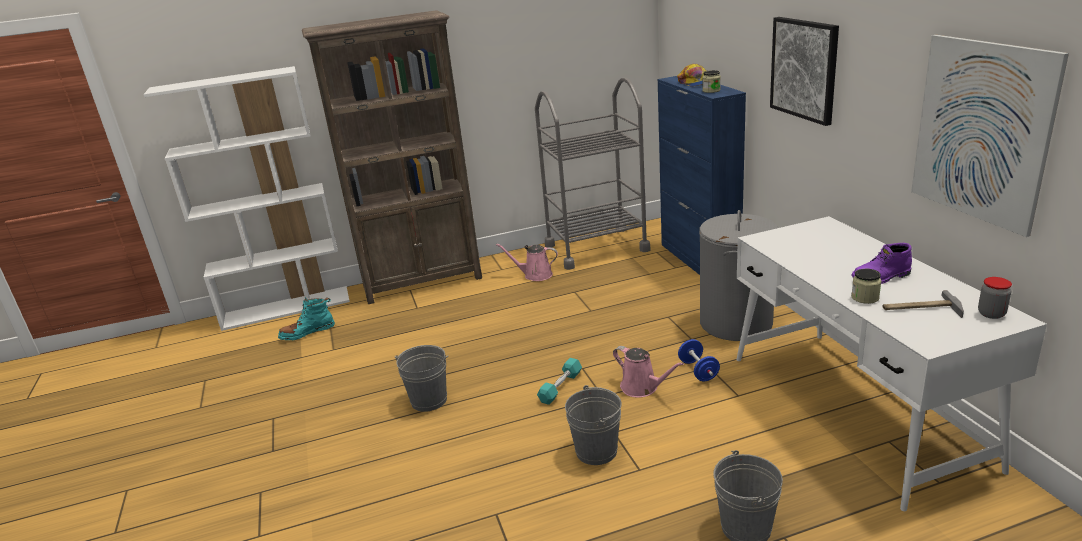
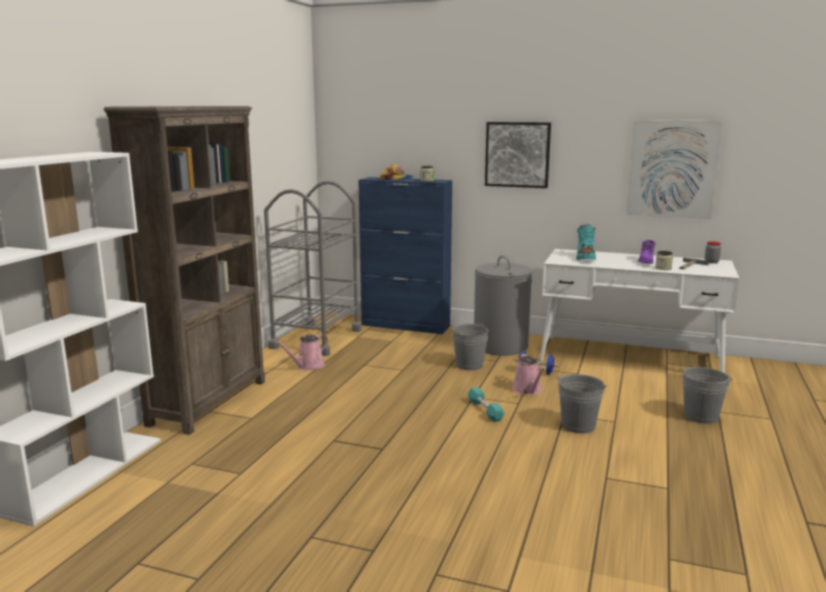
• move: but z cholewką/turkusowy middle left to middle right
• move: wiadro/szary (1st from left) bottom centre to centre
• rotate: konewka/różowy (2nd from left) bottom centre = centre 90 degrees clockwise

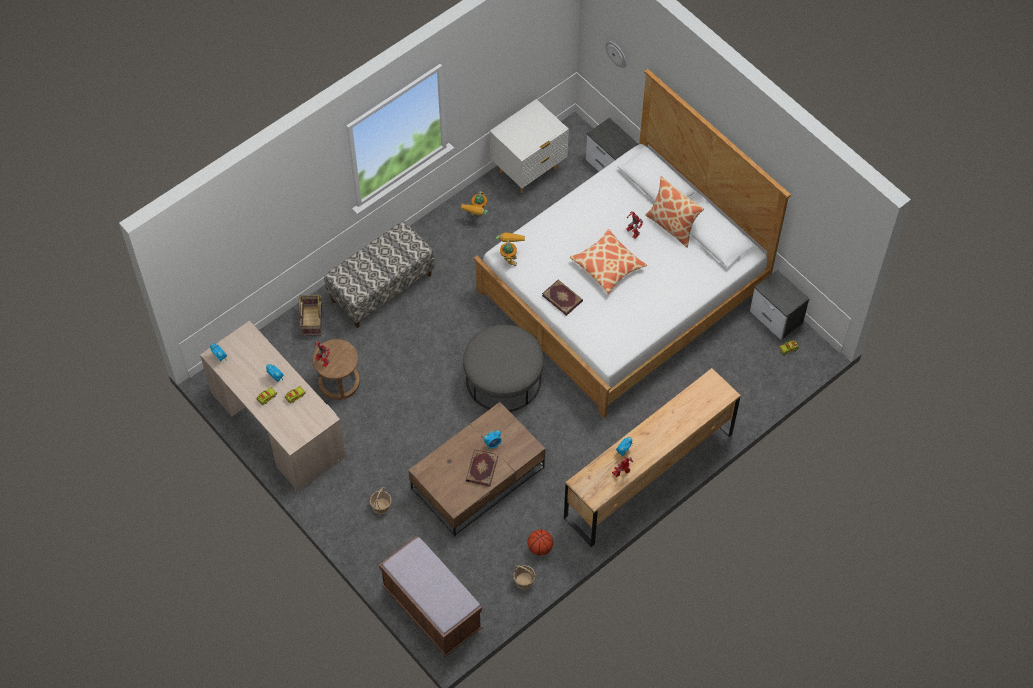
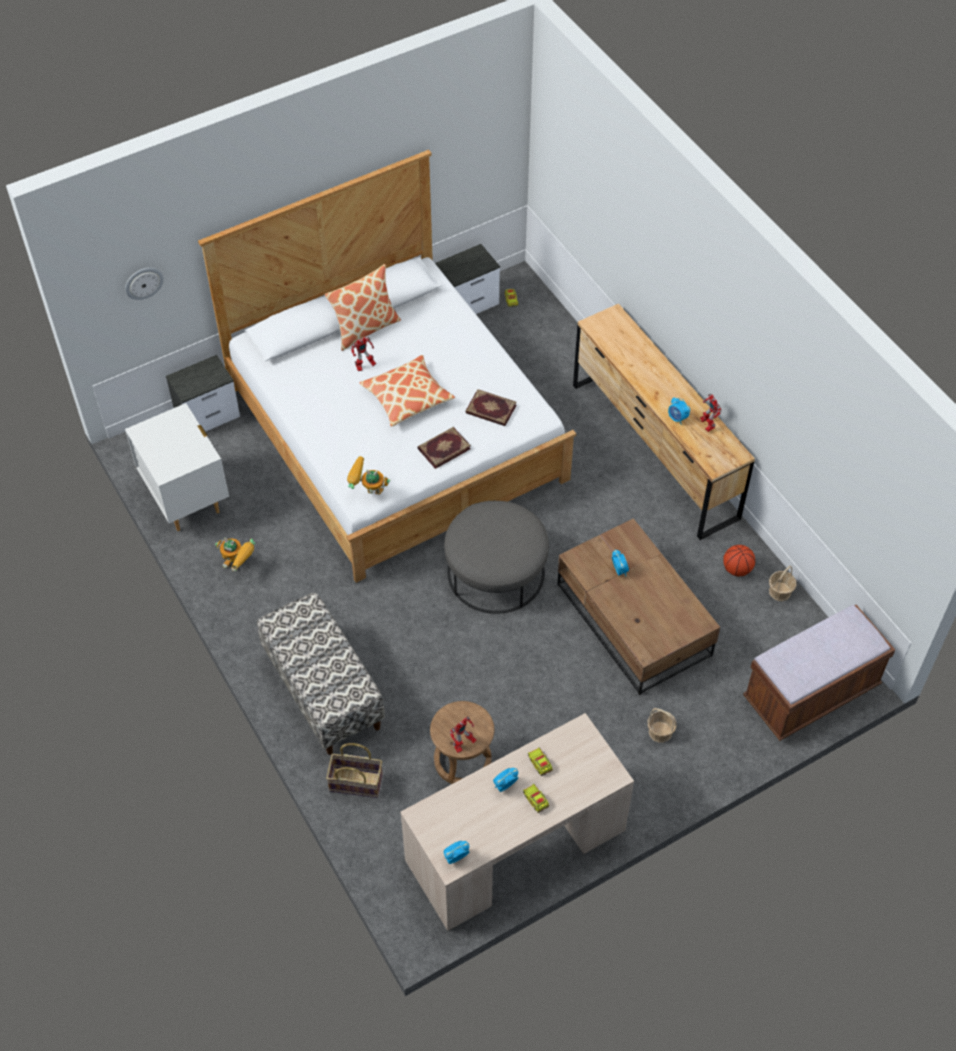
• move: książka (1st from left in the first image) bottom centre to książka (2nd from left) centre

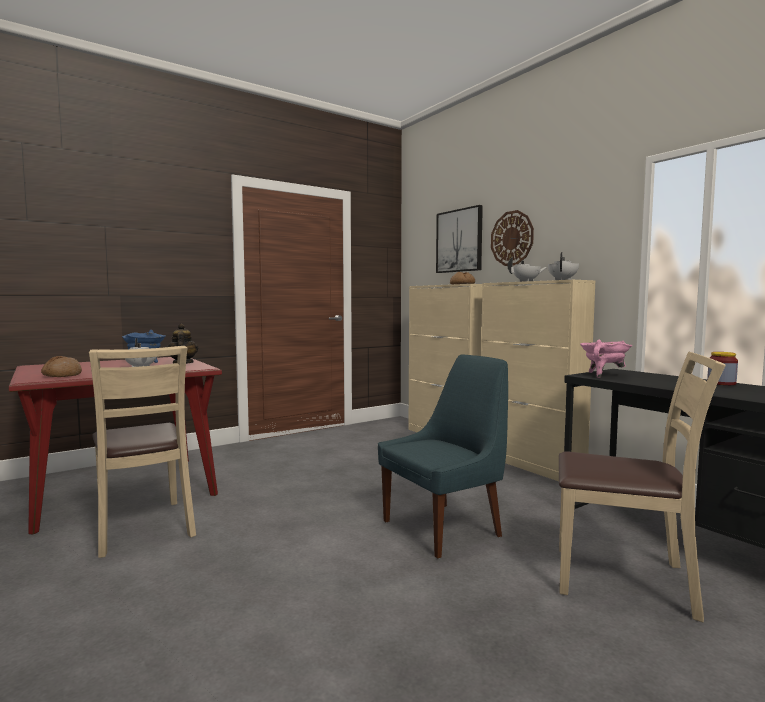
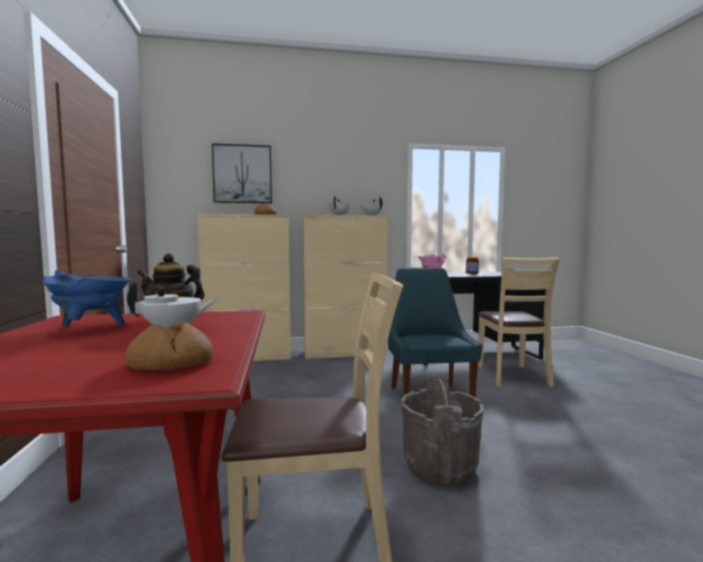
• delete: zegar ścienny middle right
• insert: wiadro/szary bottom centre
• rotate: krzesło/beżowy (2nd from left) bottom right = middle right 135 degrees clockwise

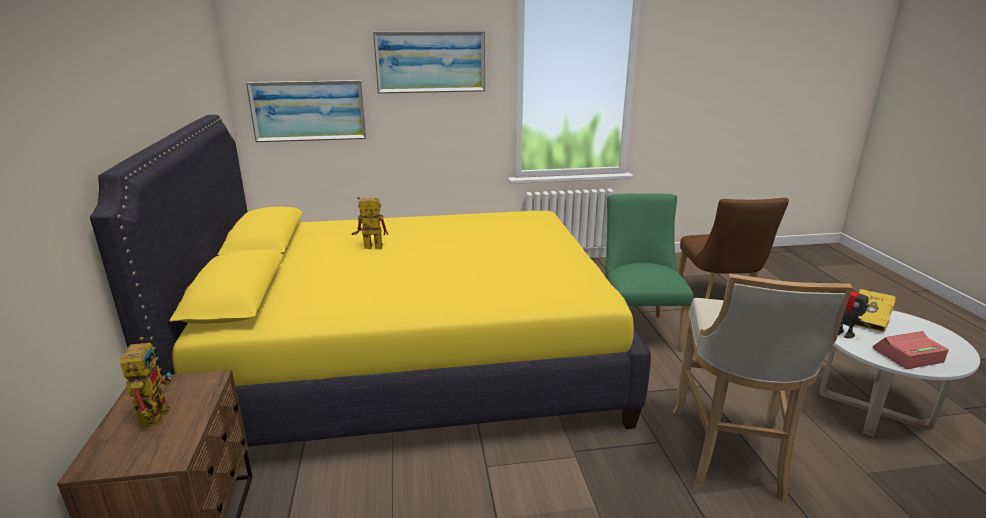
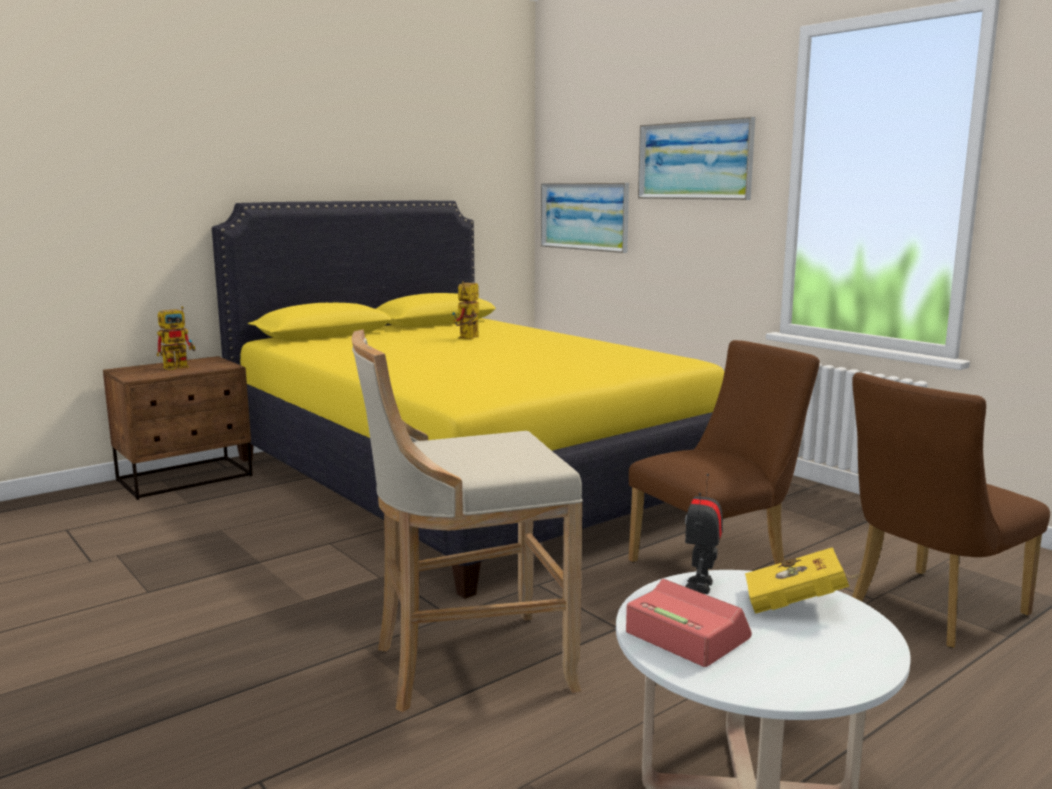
• recolor: krzesło/zielony centre to krzesło/brązowy (1st from left) middle right
• rotate: robot zabawkowy (2nd from left) centre = centre 120 degrees counterclockwise

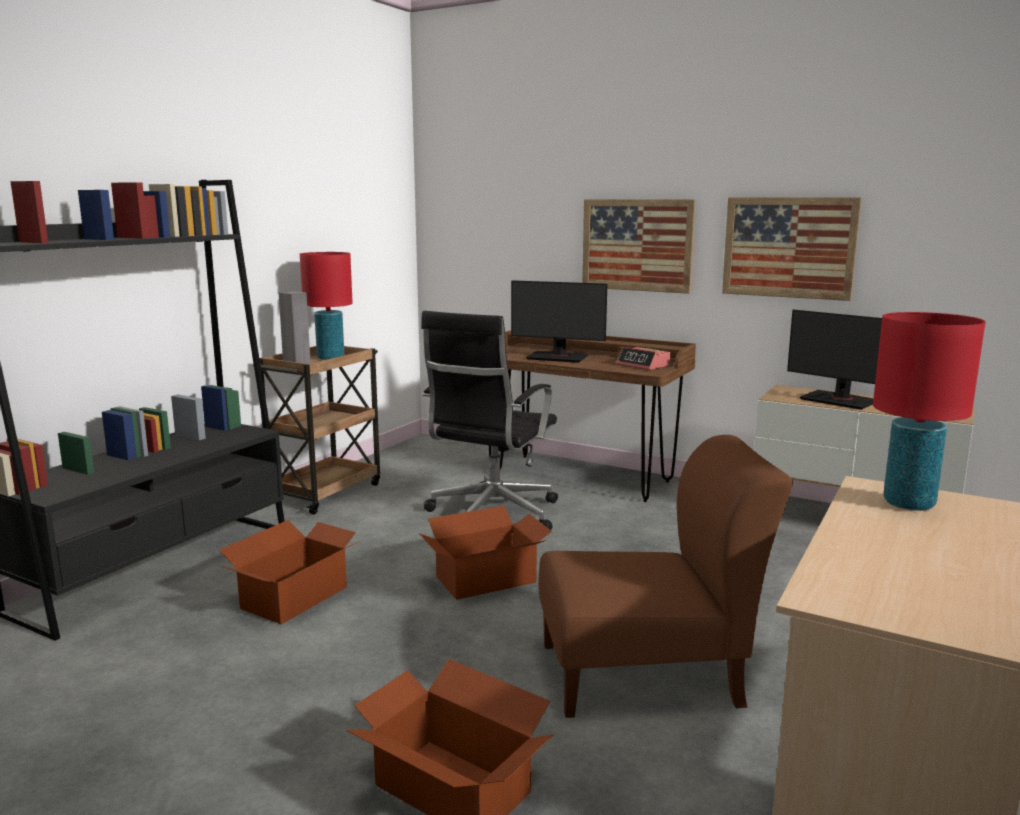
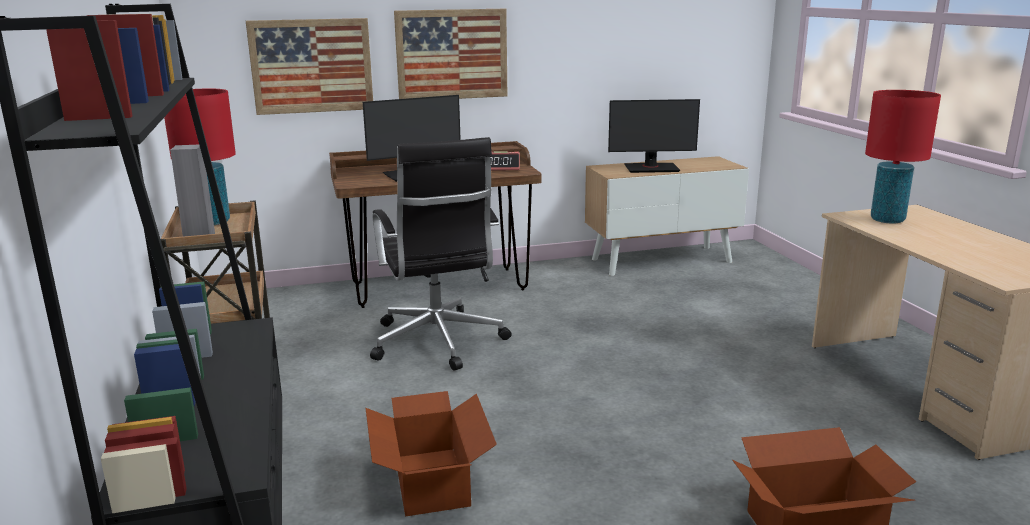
• delete: karton (3rd from left) bottom centre
• delete: krzesło/brązowy bottom centre
• move: obraz (2nd from left in the first image) top right to obraz (1st from left) top left

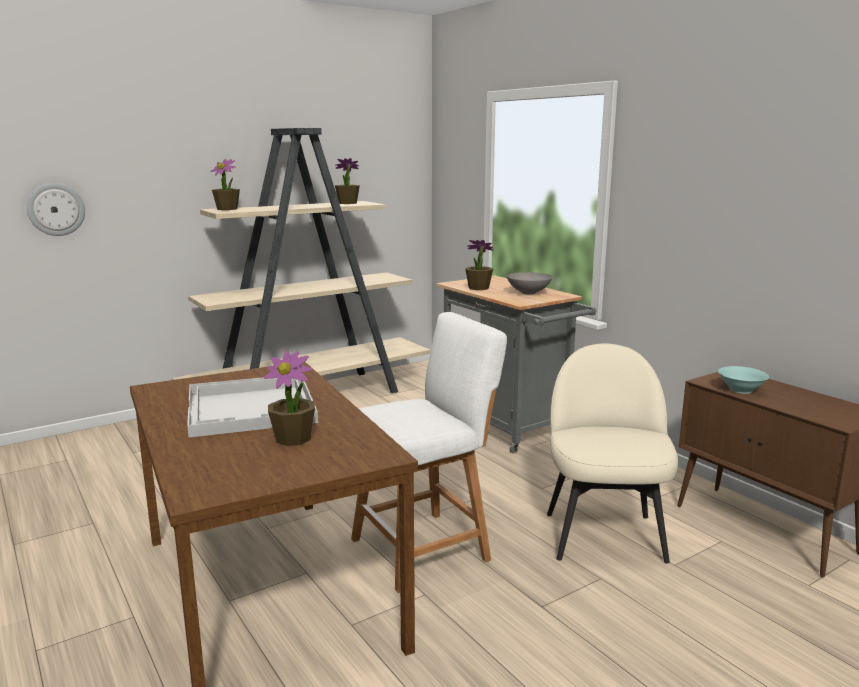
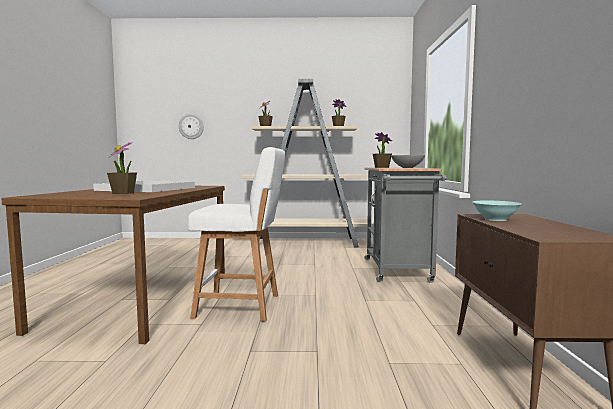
• delete: krzesło/beżowy middle right

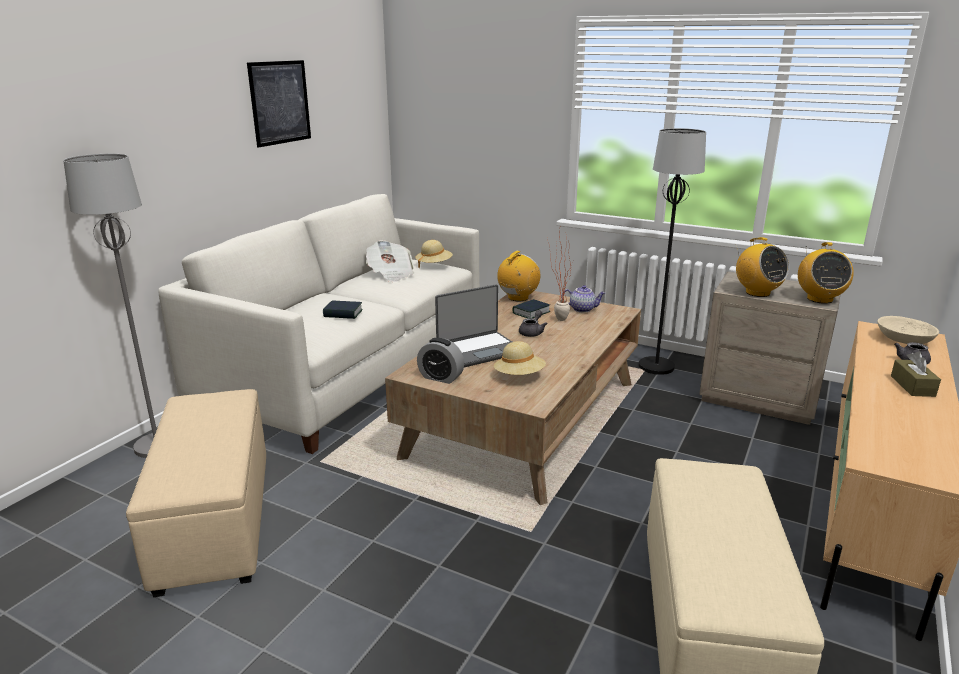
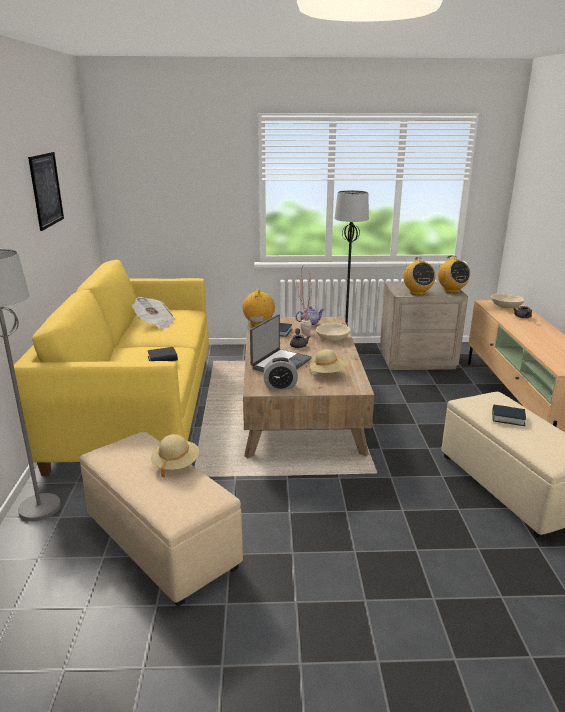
• delete: pudełko chusteczek/brązowy middle right
• insert: miska/beżowy (1st from left) centre
• insert: książka (3rd from left) middle right
• move: kapelusz/beżowy (1st from left) centre to middle left
• recolor: kanapa/biały middle left to kanapa/żółty middle left
• rotate: radio (2nd from left) middle right = middle right 45 degrees clockwise

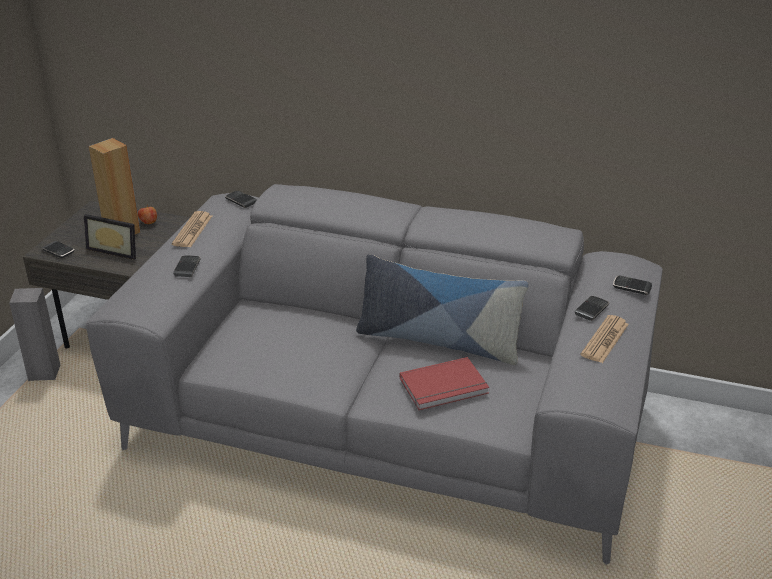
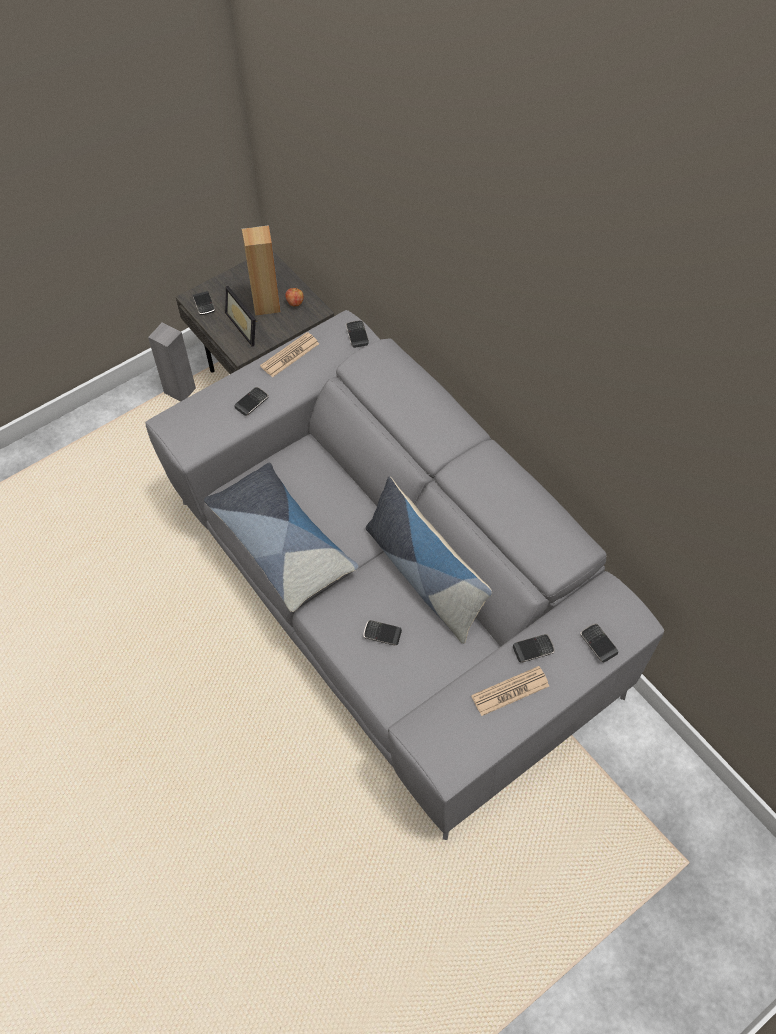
• insert: poduszka (1st from left) centre
• replace: książka/czerwony centre to telefon (4th from left) centre

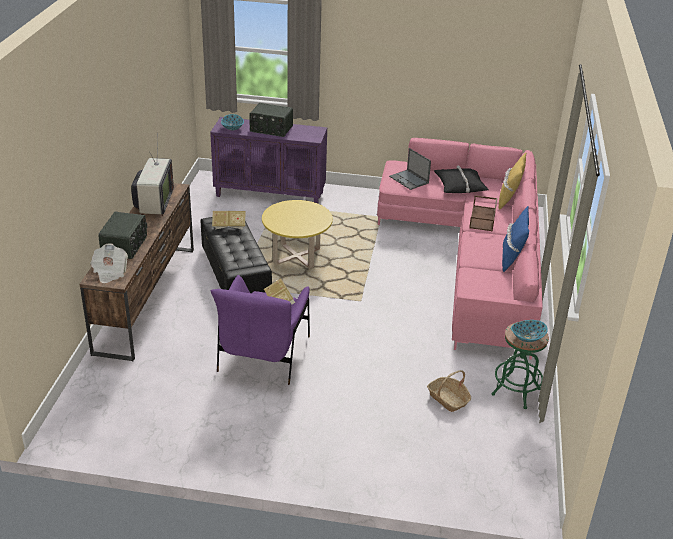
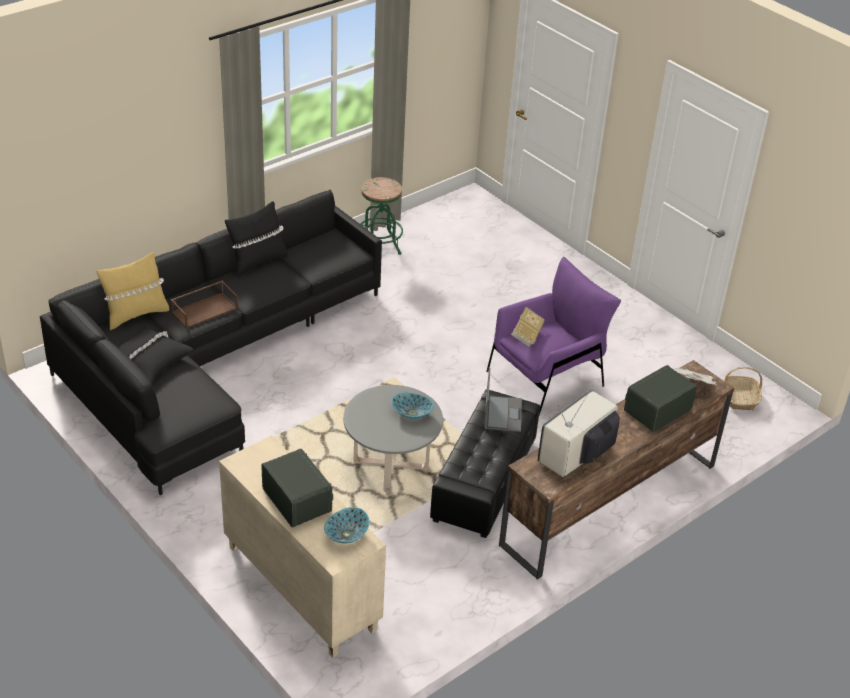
• delete: książka (1st from left) centre
• move: laptop top centre to centre
• move: koszyk bottom right to middle right
• move: miska (2nd from left) middle right to centre
• recolor: szafka/fioletowy top centre to szafka/beżowy bottom centre
• recolor: ława/żółty centre to ława/szary centre
• recolor: kanapa/różowy middle right to kanapa/czarny middle left
• recolor: poduszka/niebieski middle right to poduszka/czarny (2nd from left) middle left

